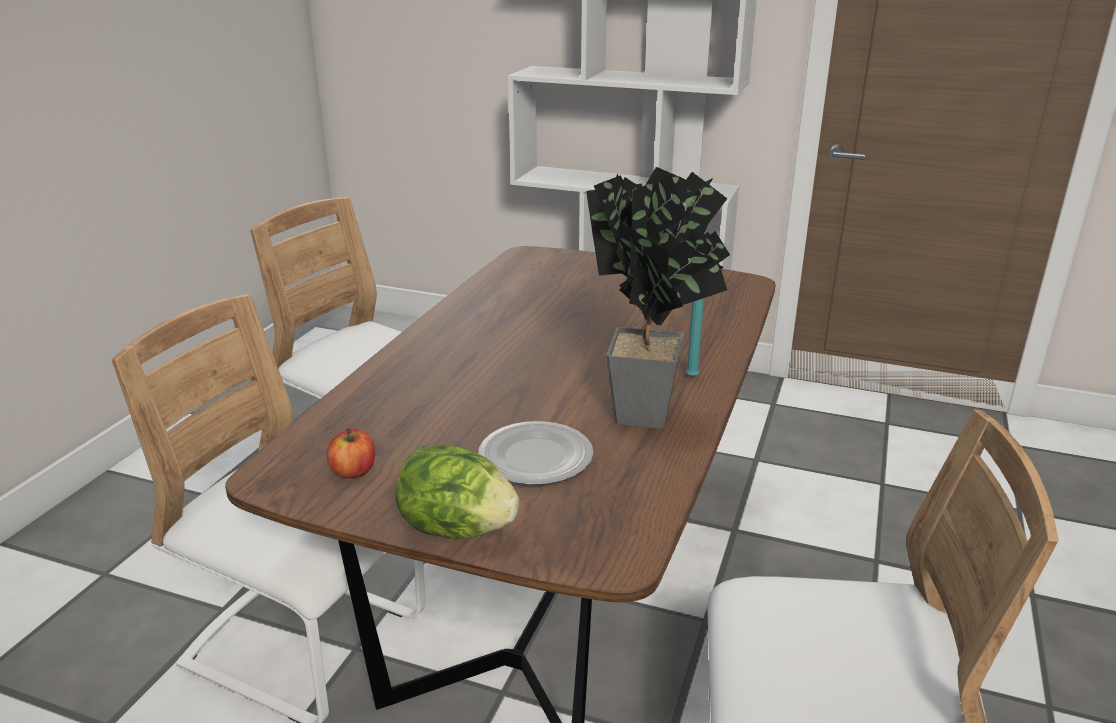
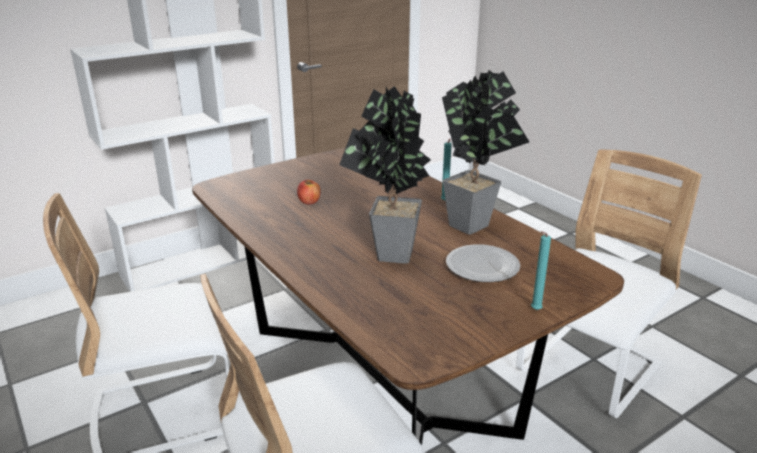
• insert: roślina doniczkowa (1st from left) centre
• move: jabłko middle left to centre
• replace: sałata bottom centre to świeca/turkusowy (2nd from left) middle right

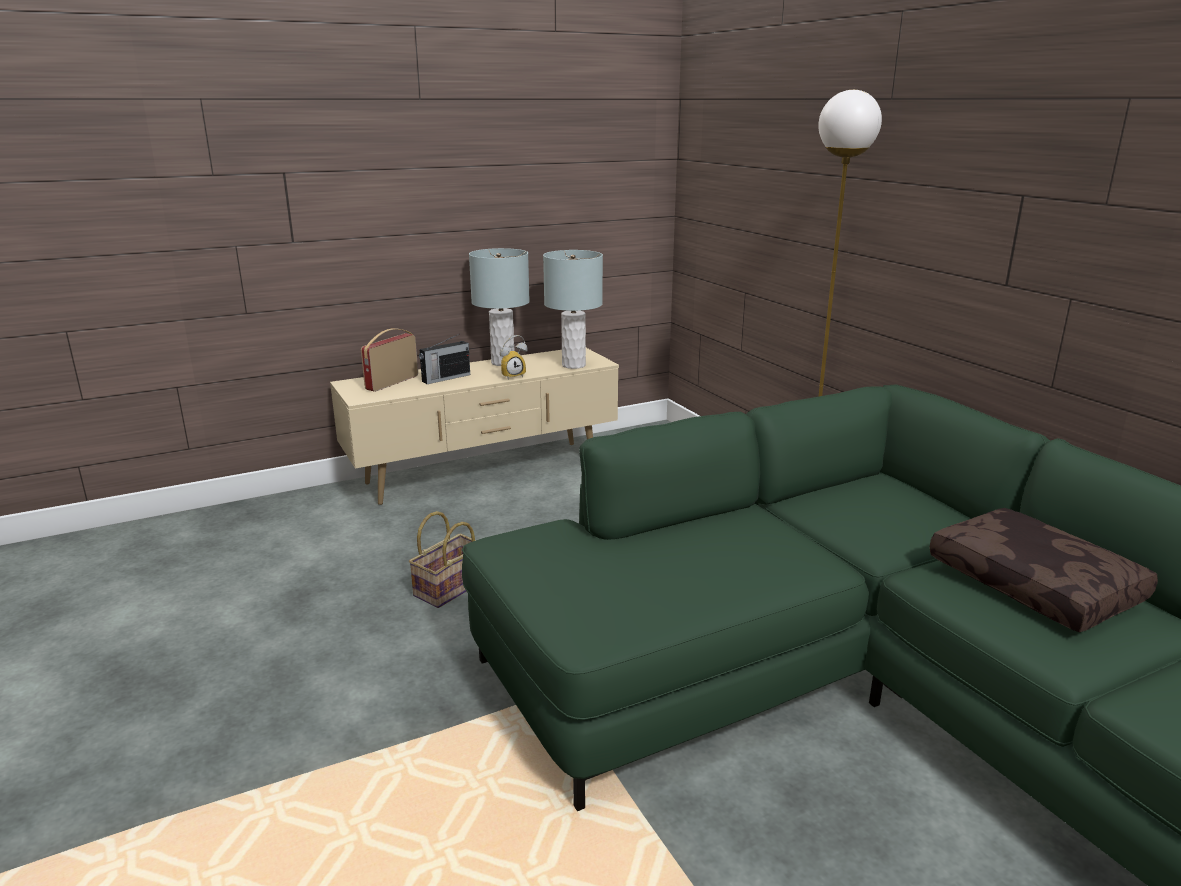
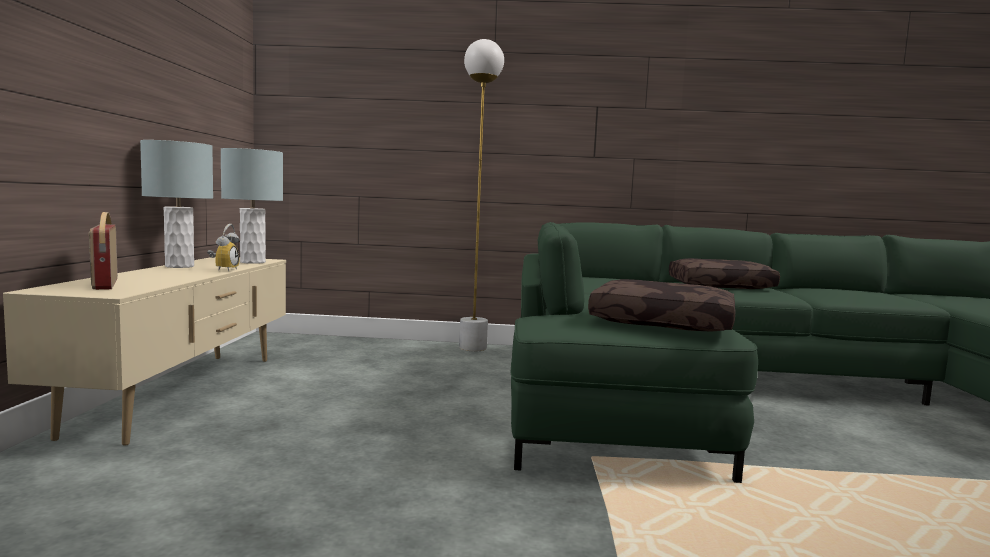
• delete: koszyk centre
• delete: radio (2nd from left) centre
• insert: poduszka/brązowy (1st from left) middle right

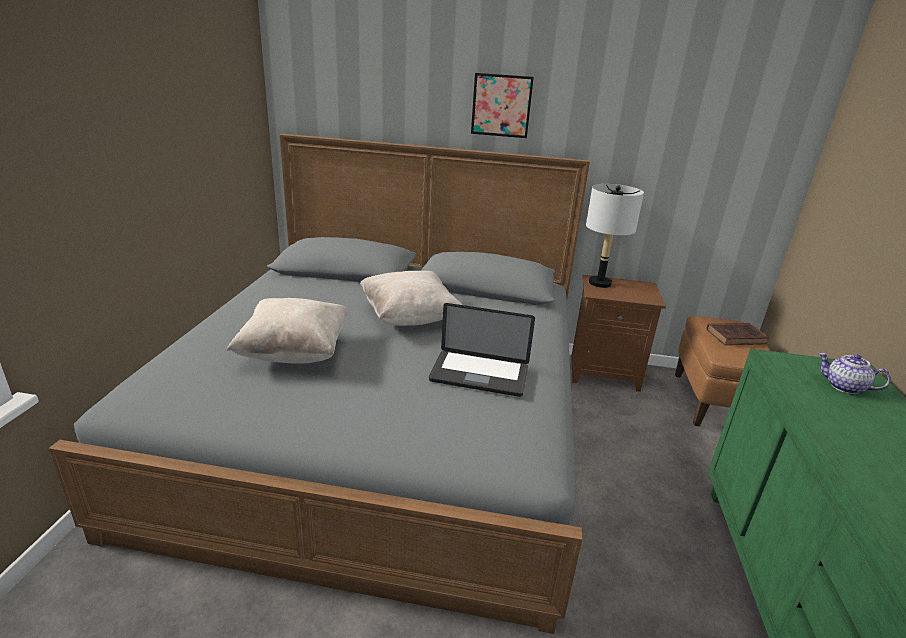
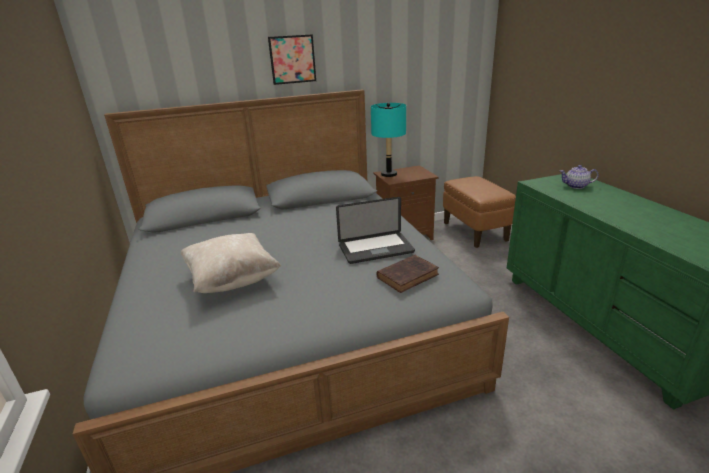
• delete: poduszka/beżowy (2nd from left) centre
• move: książka/brązowy middle right to centre
• recolor: lampa stołowa/szary middle right to lampa stołowa/turkusowy top centre

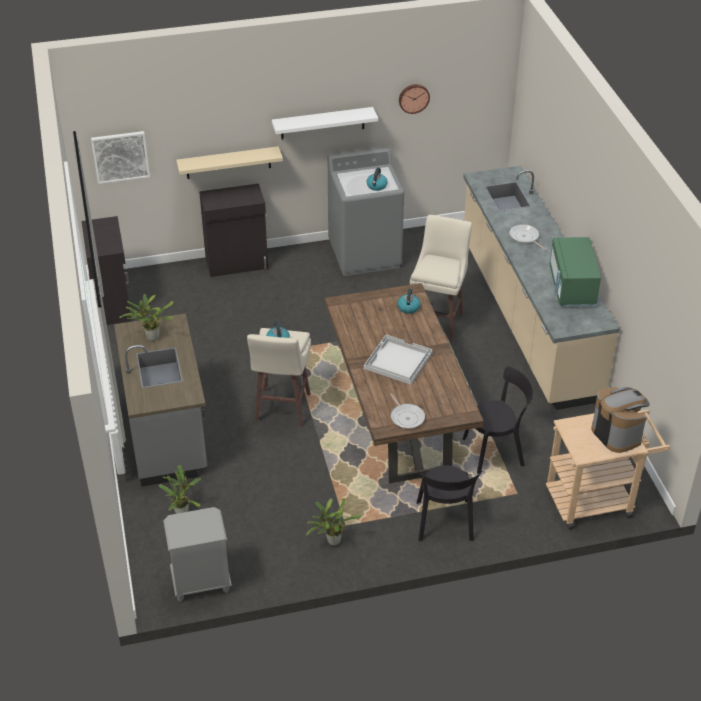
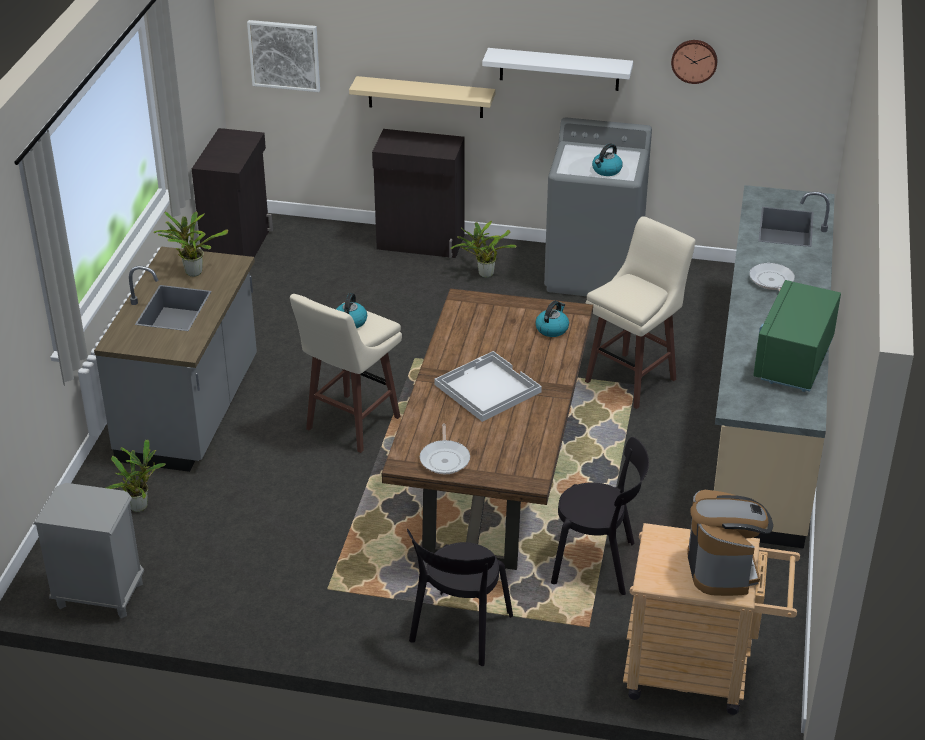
• move: roślina doniczkowa (3rd from left) bottom centre to centre

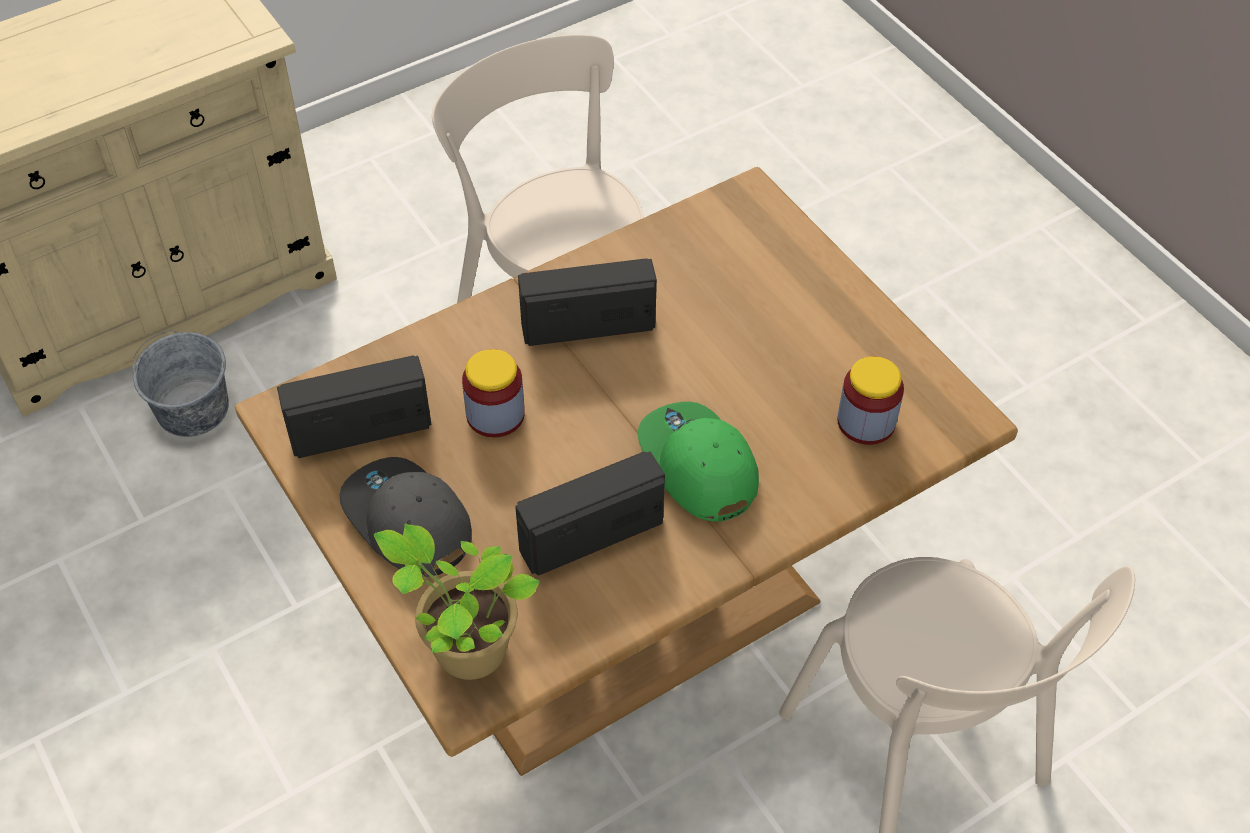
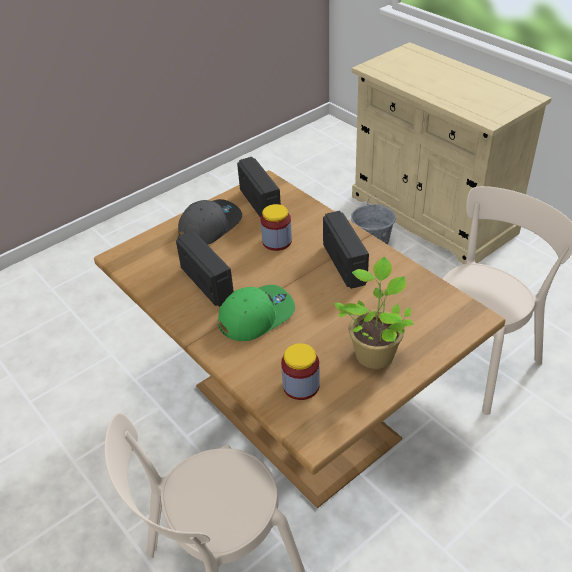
• move: roślina doniczkowa bottom centre to centre

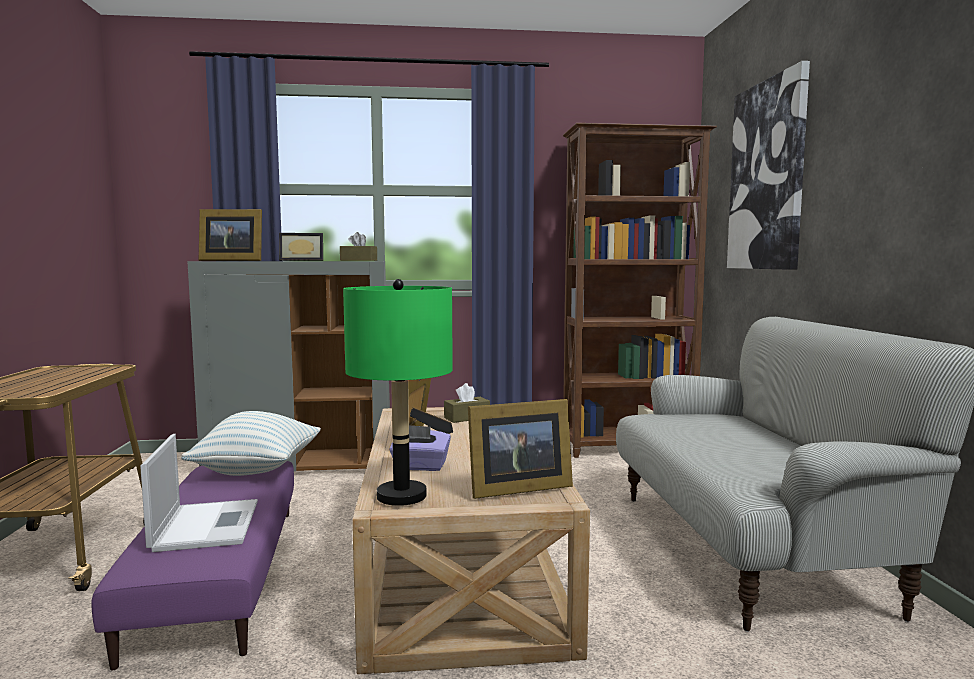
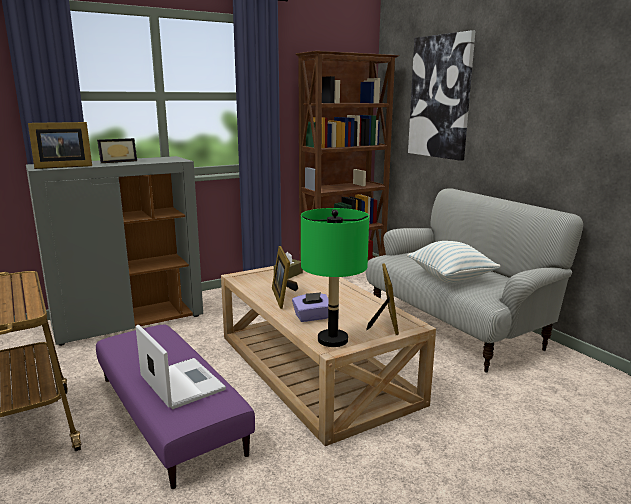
• delete: pudełko chusteczek/brązowy (1st from left) centre
• move: poduszka middle left to middle right
• rotate: ramka na zdjęcie (4th from left) centre = centre 45 degrees counterclockwise

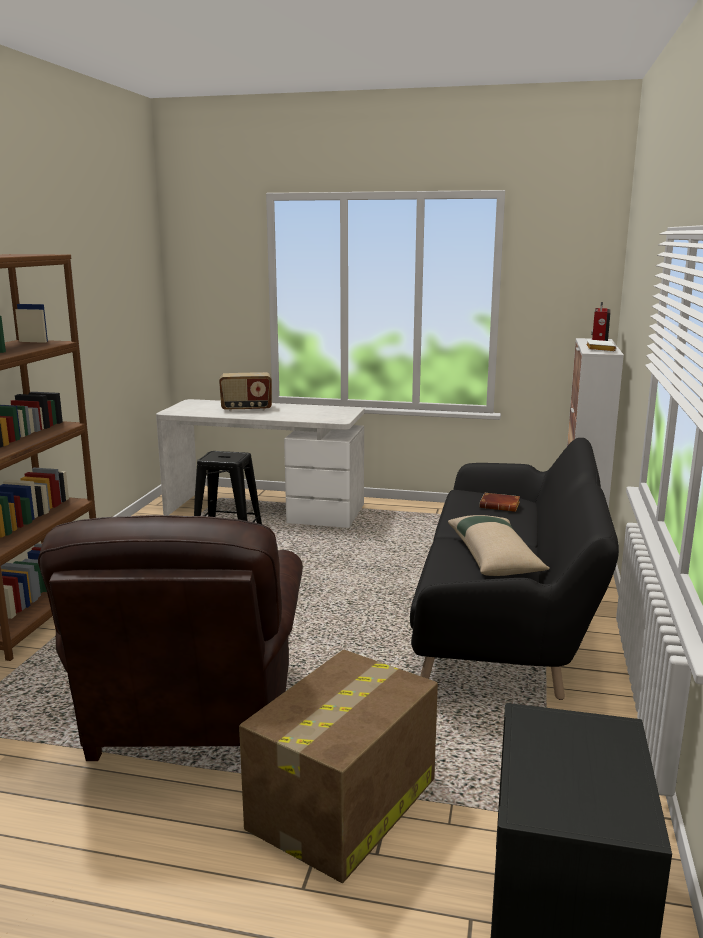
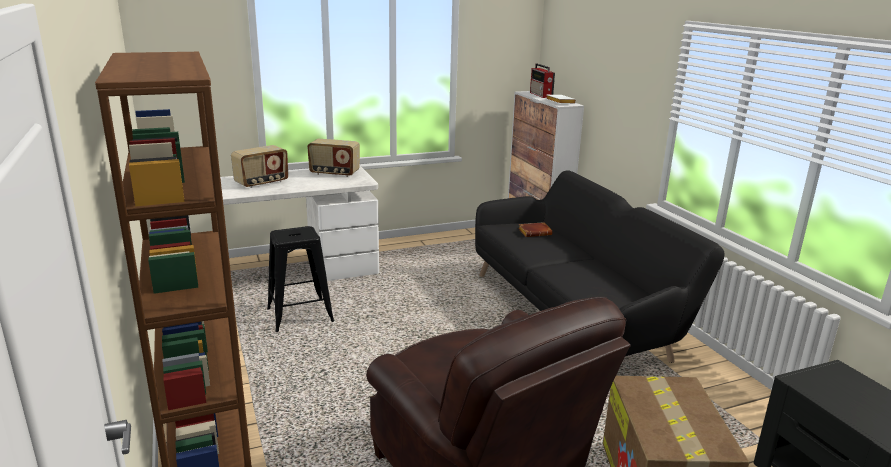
• delete: poduszka/beżowy middle right
• insert: radio (2nd from left) centre

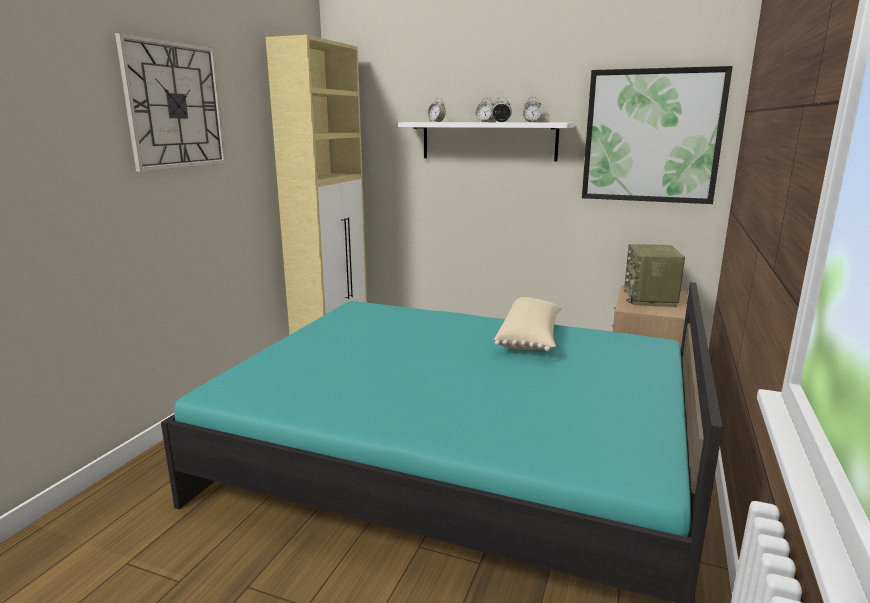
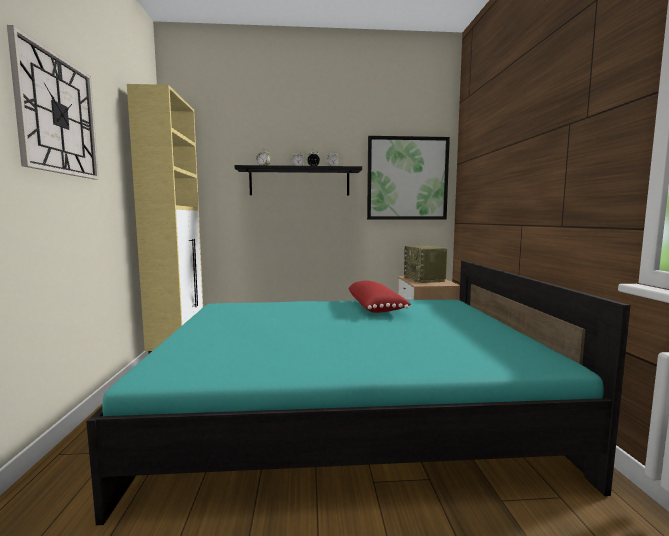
• recolor: półka/biały top centre to półka/czarny centre
• recolor: poduszka/beżowy centre to poduszka/czerwony centre

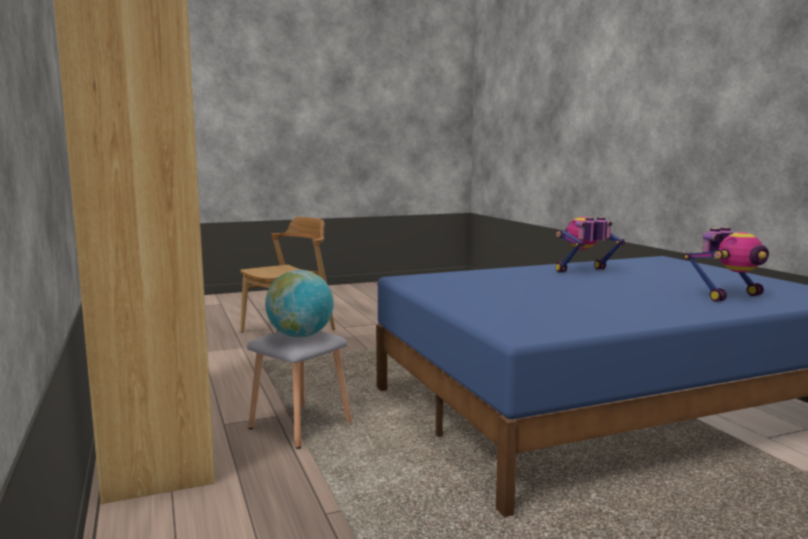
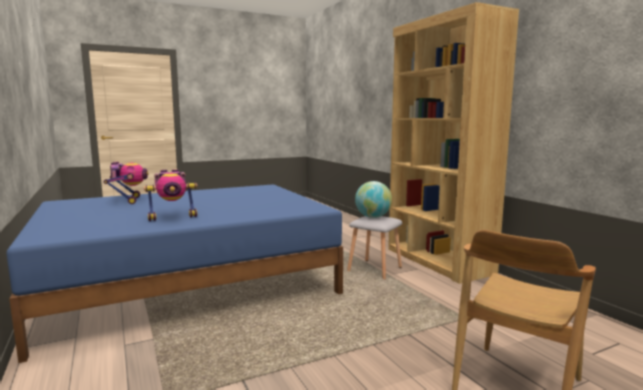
• rotate: robot zabawkowy (2nd from left in the first image) middle right = middle left 105 degrees clockwise

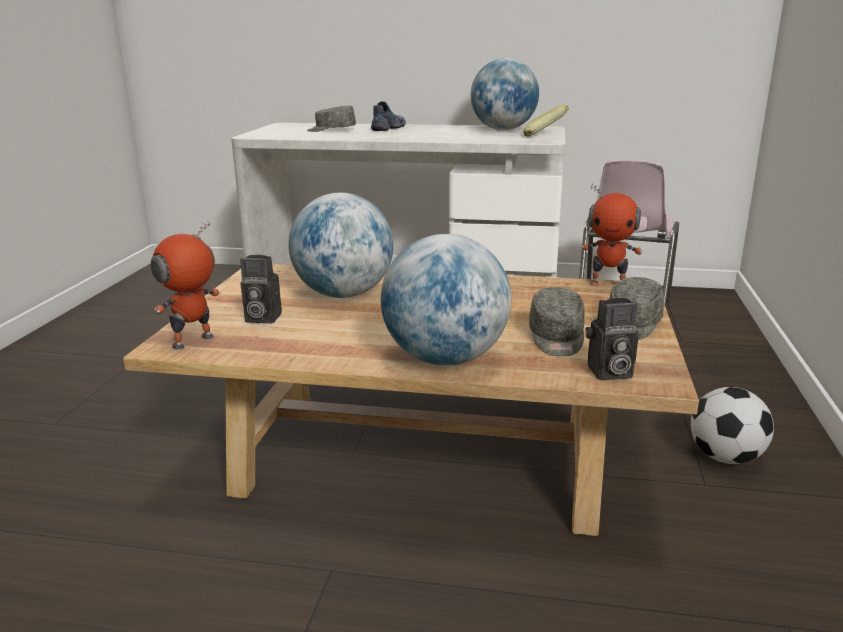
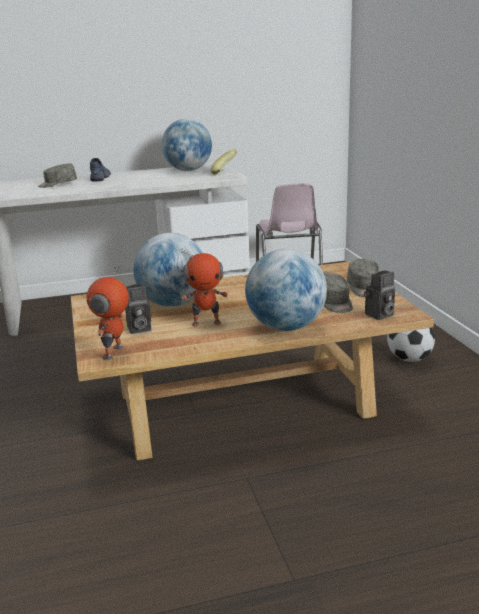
• move: robot zabawkowy (2nd from left) middle right to centre

